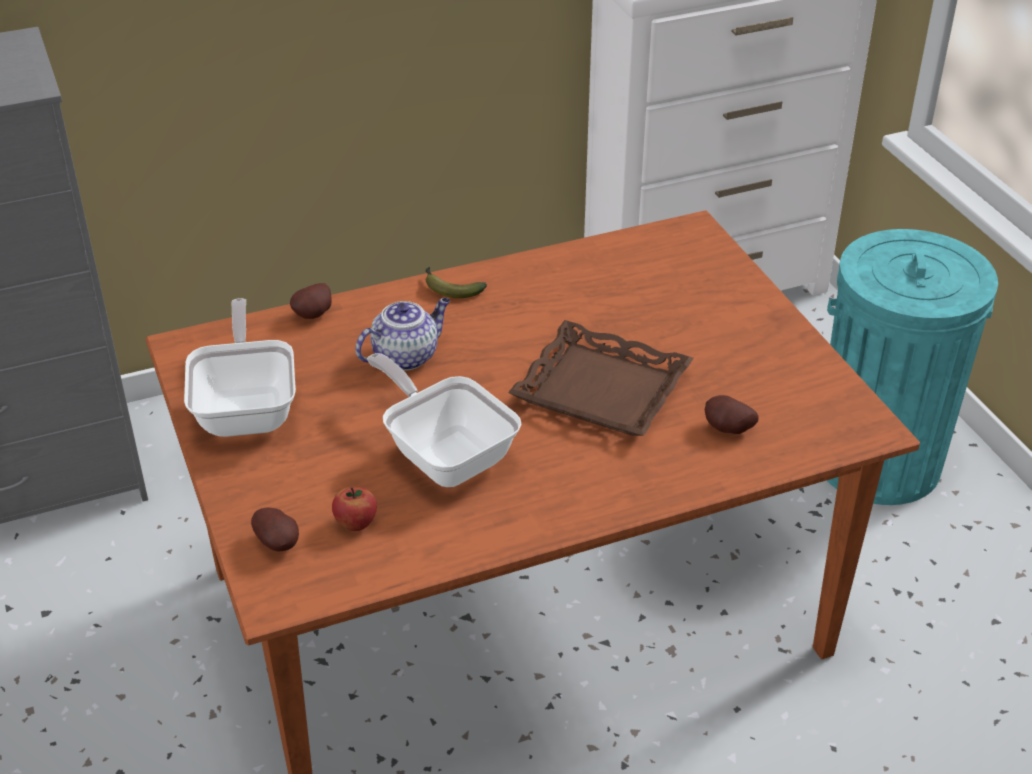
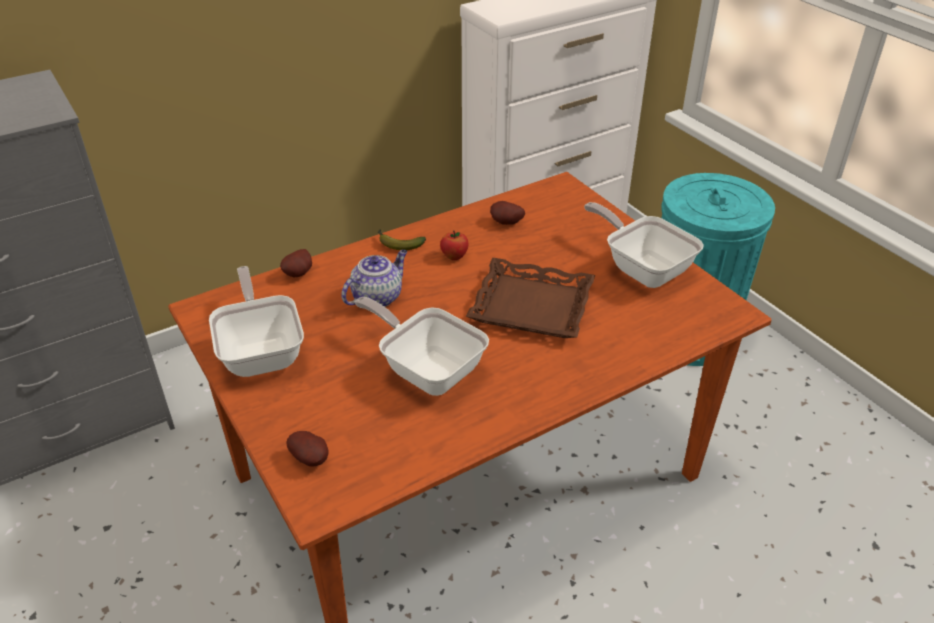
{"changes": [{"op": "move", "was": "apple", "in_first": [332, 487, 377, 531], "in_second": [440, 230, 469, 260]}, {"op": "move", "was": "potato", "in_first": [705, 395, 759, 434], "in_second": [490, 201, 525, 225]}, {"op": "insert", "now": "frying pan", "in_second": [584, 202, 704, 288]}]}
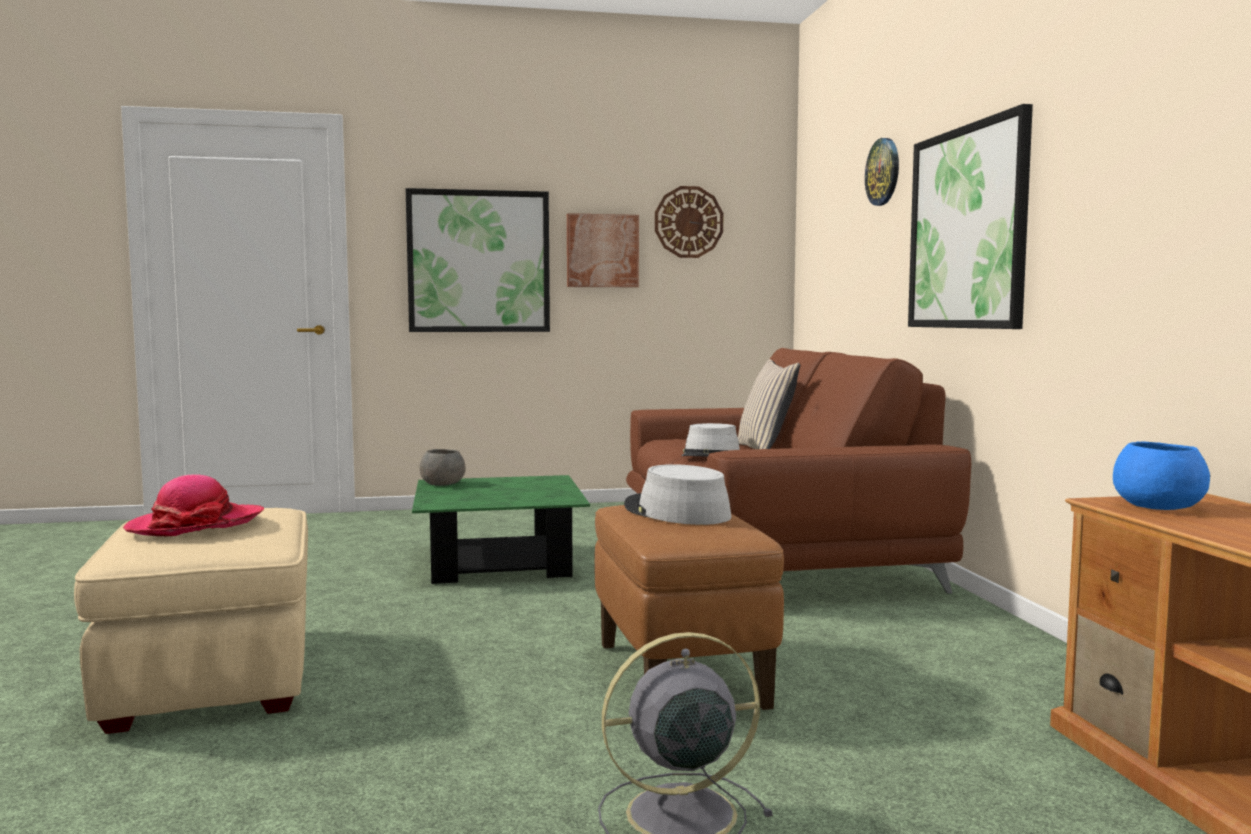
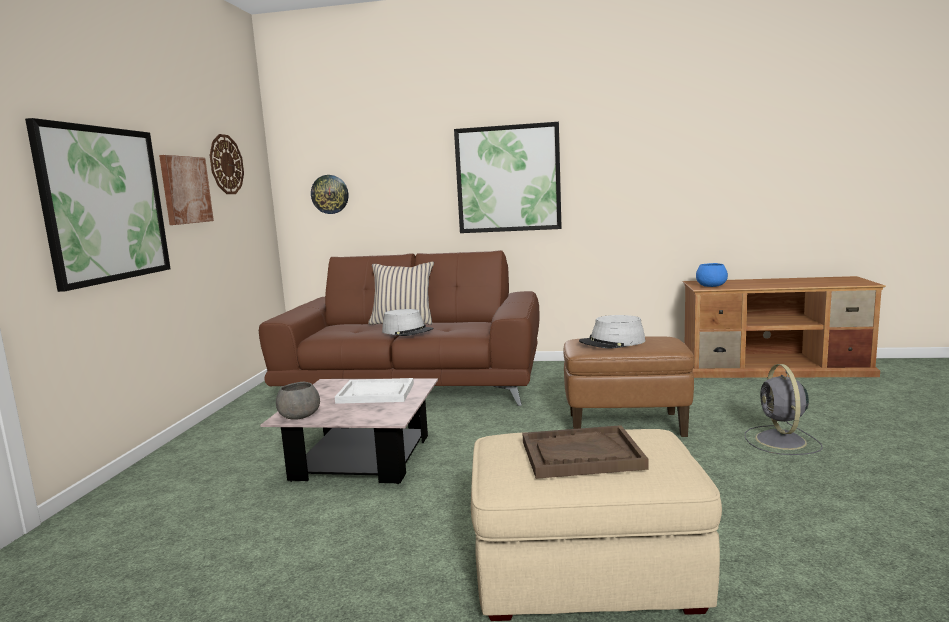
{"changes": [{"op": "replace", "was": "hat", "now": "brown tray", "in_first": [123, 474, 264, 536], "in_second": [523, 425, 648, 479]}, {"op": "recolor", "was": "green coffee table", "now": "pink coffee table", "in_first": [412, 475, 590, 584], "in_second": [260, 379, 438, 484]}, {"op": "move", "was": "wall clock", "in_first": [865, 138, 899, 206], "in_second": [311, 175, 348, 214]}, {"op": "insert", "now": "white tray", "in_second": [335, 378, 414, 404]}]}
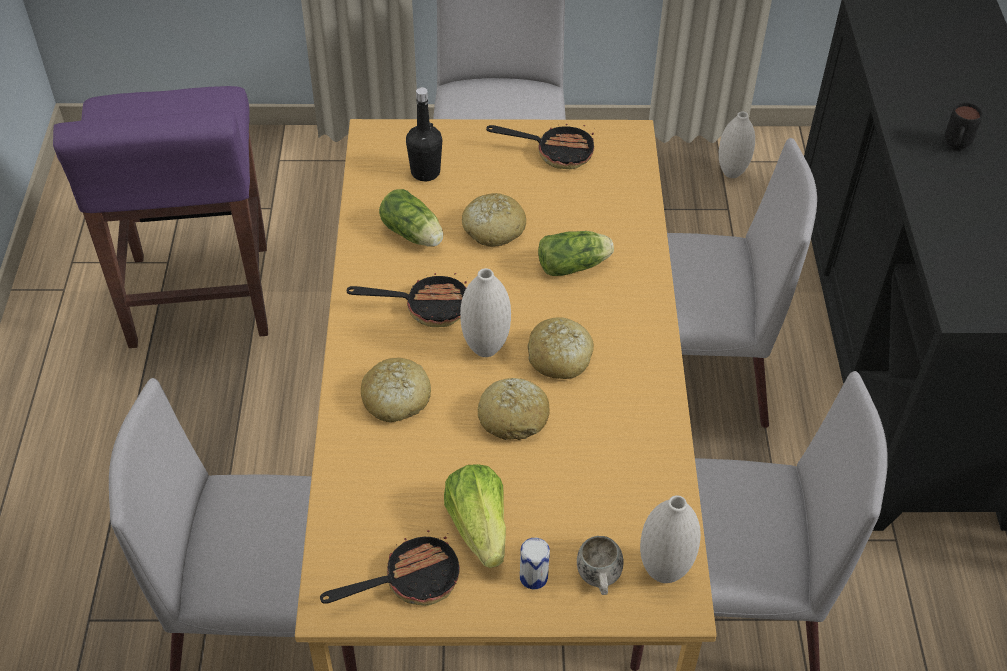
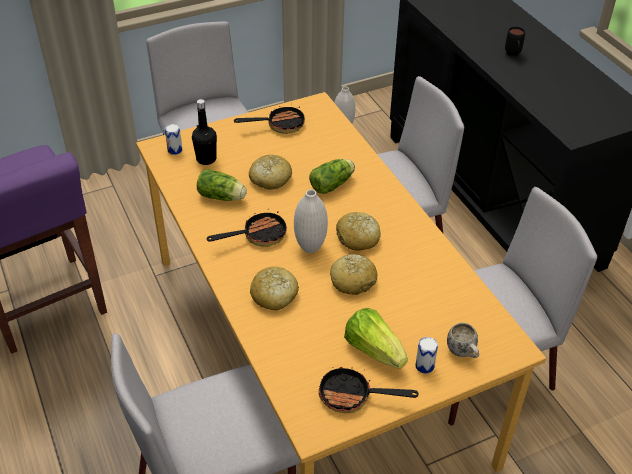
{"changes": [{"op": "rotate", "was": "frying pan", "in_first": [320, 530, 460, 606], "in_second": [319, 367, 419, 413], "clockwise": -120}, {"op": "delete", "was": "white vase", "in_first": [640, 495, 701, 583]}, {"op": "insert", "now": "can", "in_second": [165, 124, 182, 155]}]}
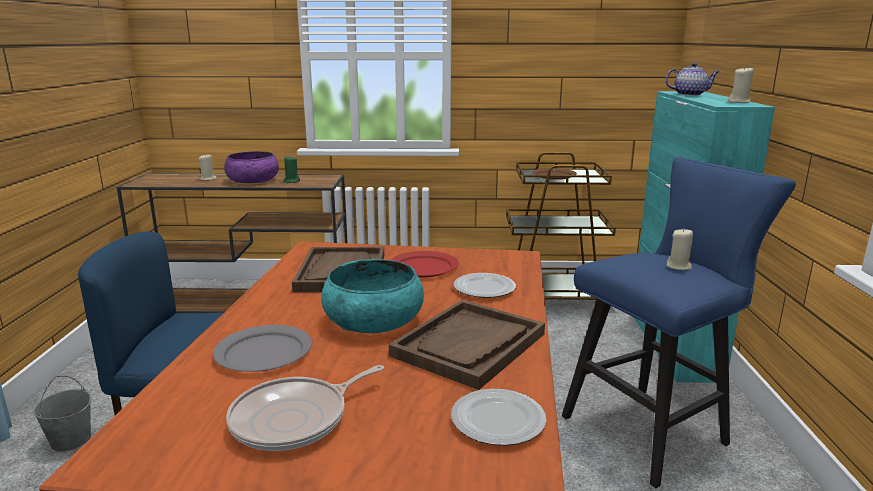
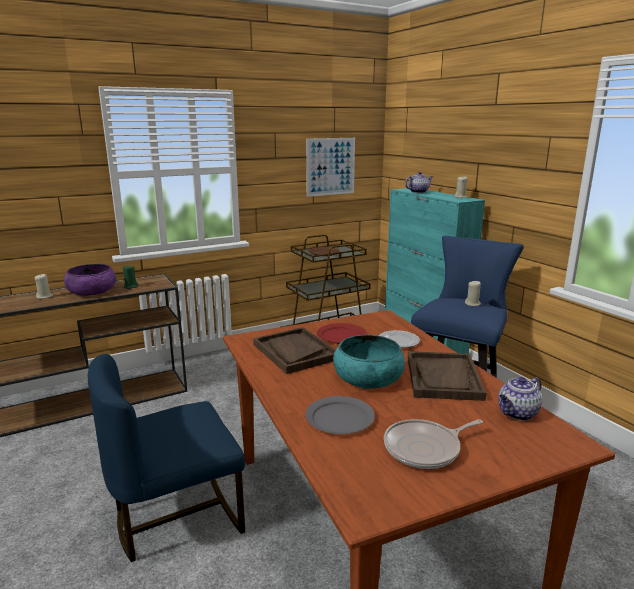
{"changes": [{"op": "delete", "was": "grey bucket", "in_first": [33, 376, 91, 452]}, {"op": "rotate", "was": "frying pan", "in_first": [226, 365, 384, 451], "in_second": [384, 419, 483, 469], "clockwise": 45}, {"op": "replace", "was": "plate", "now": "teapot", "in_first": [451, 389, 547, 446], "in_second": [498, 377, 542, 421]}, {"op": "insert", "now": "picture", "in_second": [306, 138, 355, 197]}]}
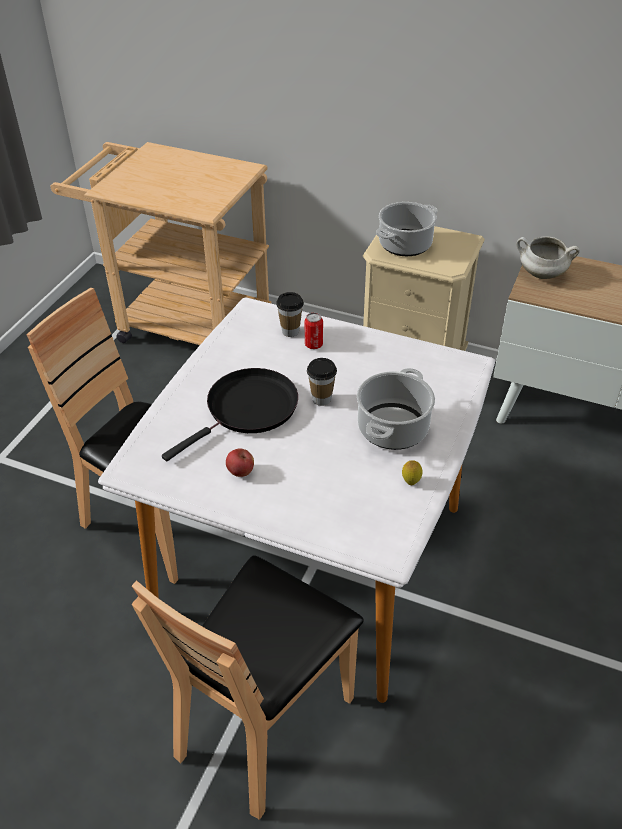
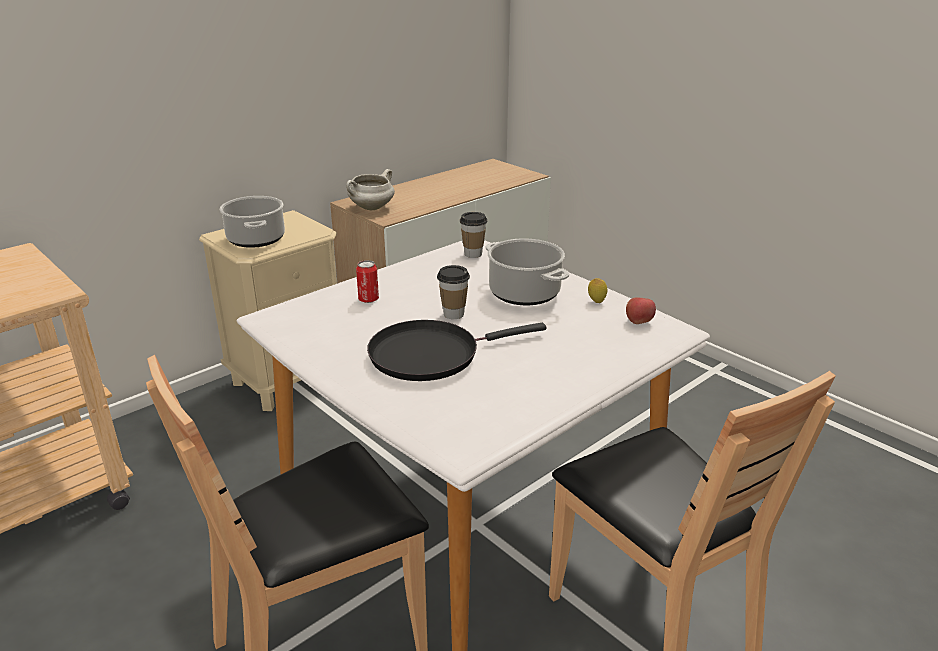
{"changes": [{"op": "rotate", "was": "black frying pan", "in_first": [162, 368, 298, 461], "in_second": [367, 320, 546, 381], "clockwise": -90}, {"op": "move", "was": "apple", "in_first": [226, 449, 254, 477], "in_second": [626, 297, 656, 324]}, {"op": "move", "was": "cup", "in_first": [276, 292, 304, 337], "in_second": [460, 212, 487, 258]}]}
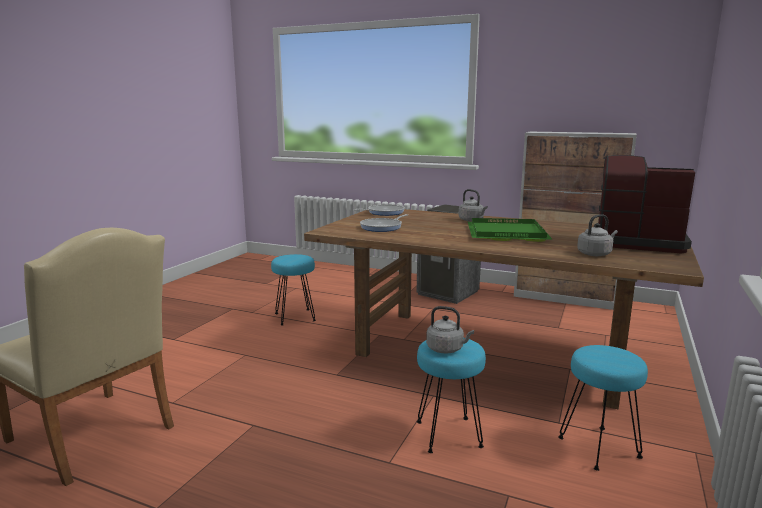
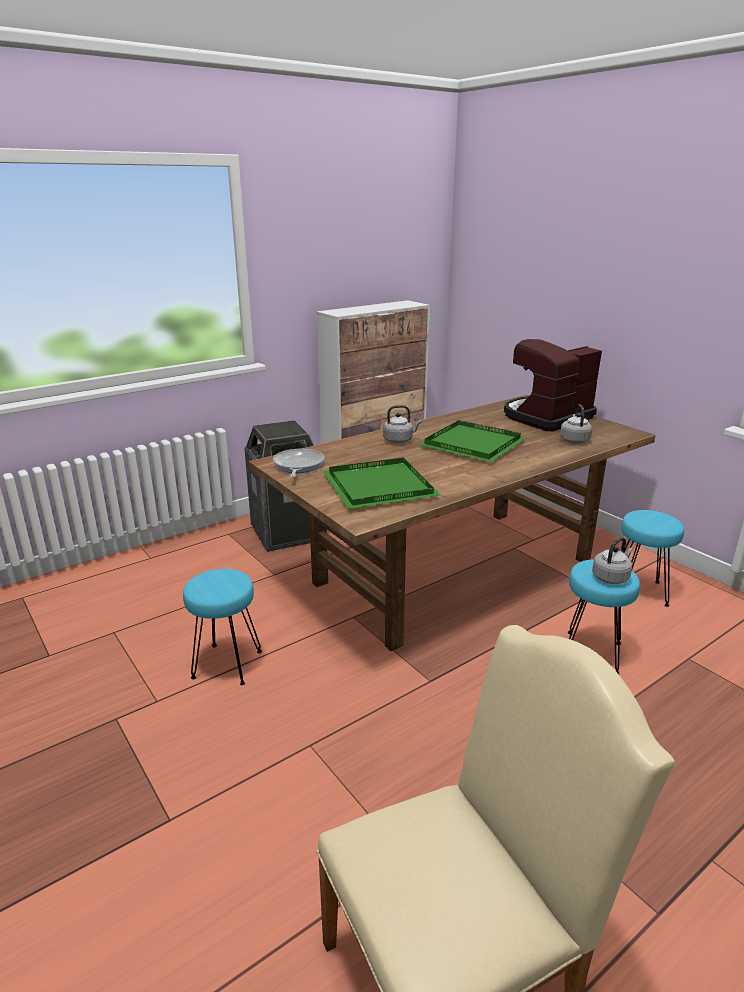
{"changes": [{"op": "replace", "was": "frying pan", "now": "green tray", "in_first": [360, 214, 408, 232], "in_second": [323, 458, 441, 509]}]}
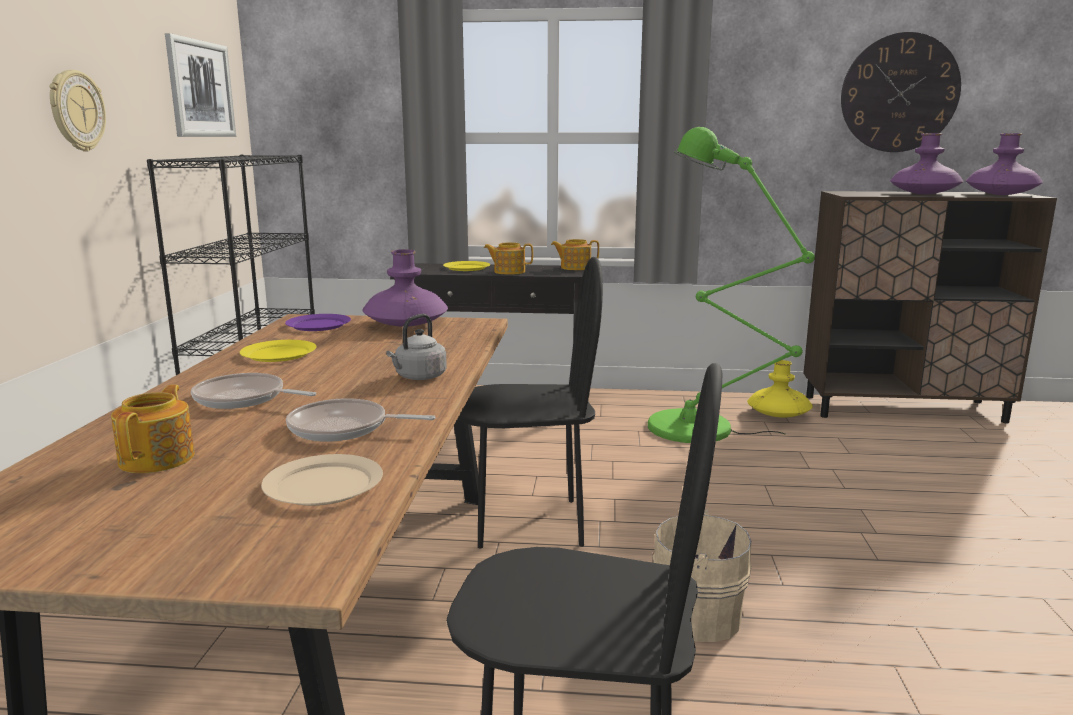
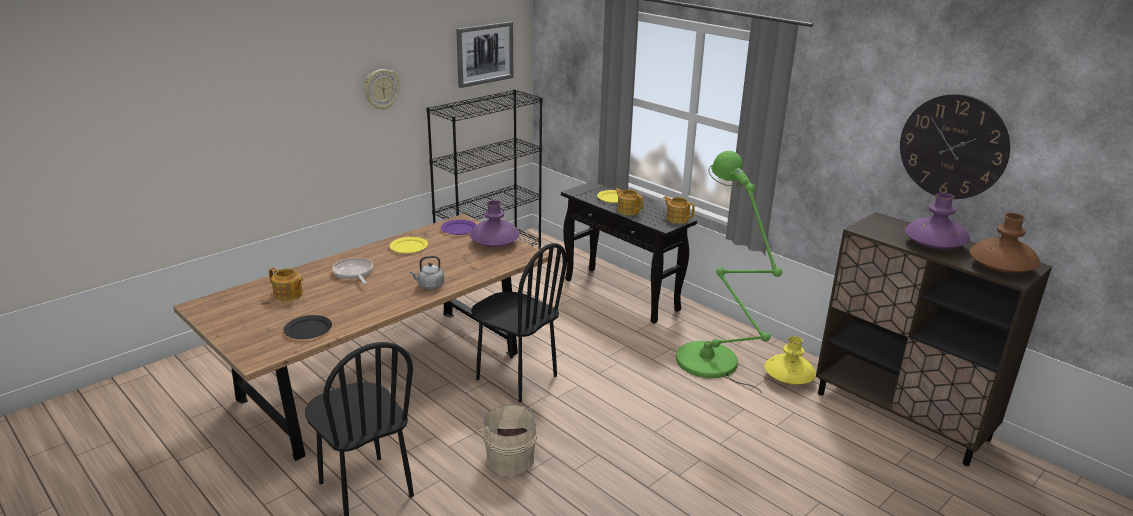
{"changes": [{"op": "rotate", "was": "teapot", "in_first": [111, 385, 195, 473], "in_second": [269, 268, 304, 301], "clockwise": 75}, {"op": "recolor", "was": "beige plate", "now": "black plate", "in_first": [261, 454, 383, 506], "in_second": [284, 315, 332, 339]}, {"op": "delete", "was": "frying pan", "in_first": [286, 398, 436, 442]}, {"op": "recolor", "was": "purple vase", "now": "brown vase", "in_first": [966, 133, 1043, 195], "in_second": [970, 213, 1041, 273]}]}
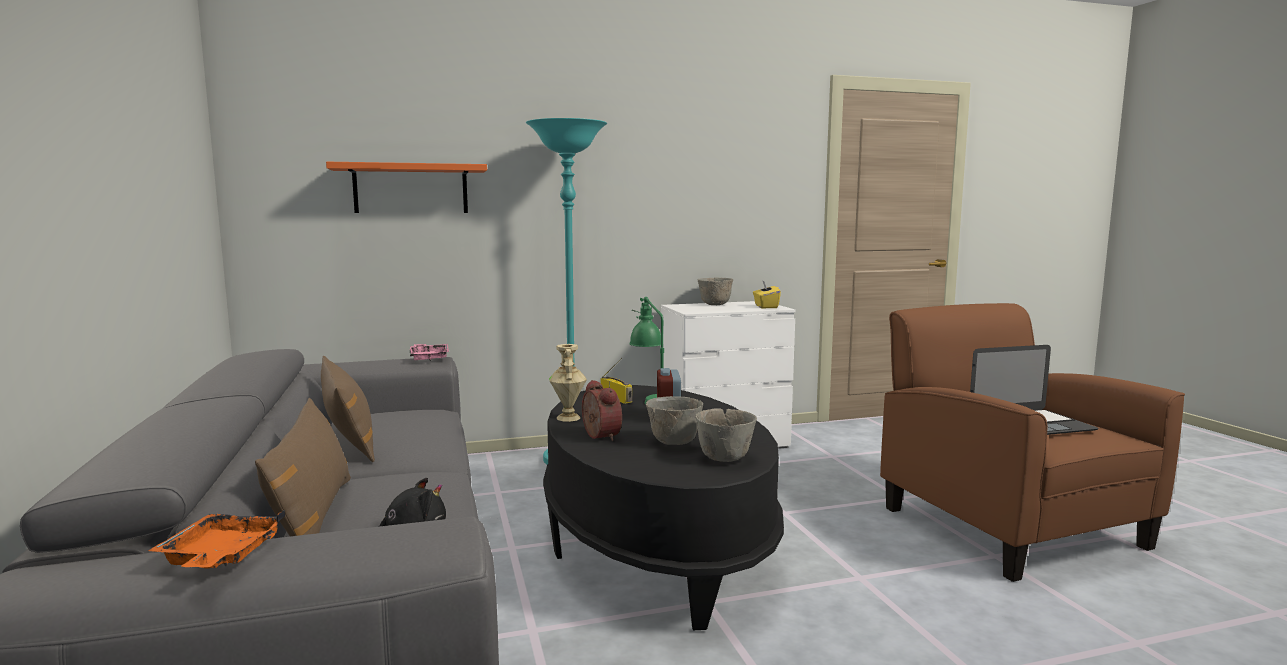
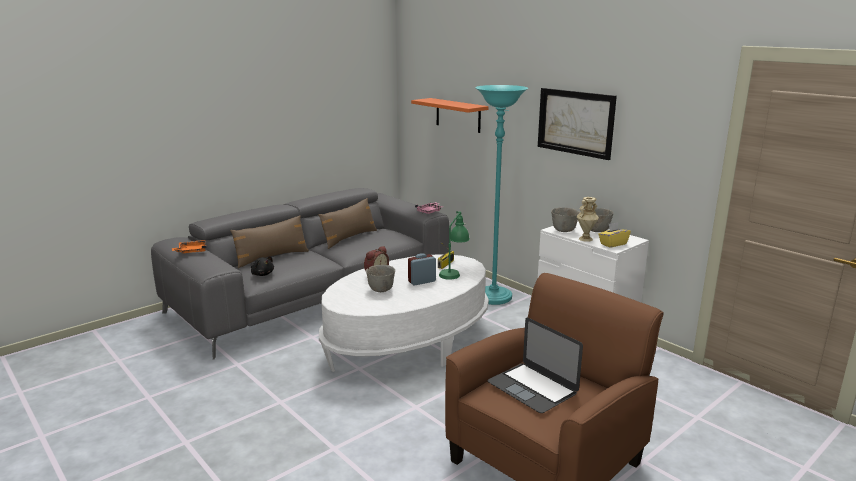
{"changes": [{"op": "recolor", "was": "black coffee table", "now": "white coffee table", "in_first": [543, 385, 784, 630], "in_second": [319, 254, 489, 372]}, {"op": "move", "was": "beige vase", "in_first": [549, 344, 587, 422], "in_second": [577, 197, 599, 242]}, {"op": "move", "was": "grey bowl", "in_first": [695, 408, 757, 462], "in_second": [551, 207, 580, 232]}, {"op": "insert", "now": "picture", "in_second": [538, 88, 617, 160]}]}
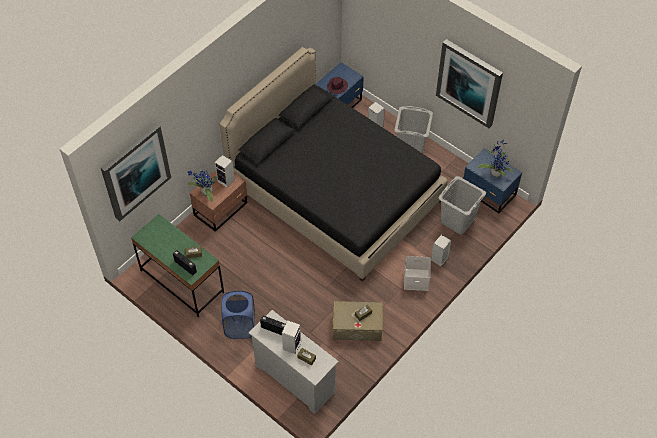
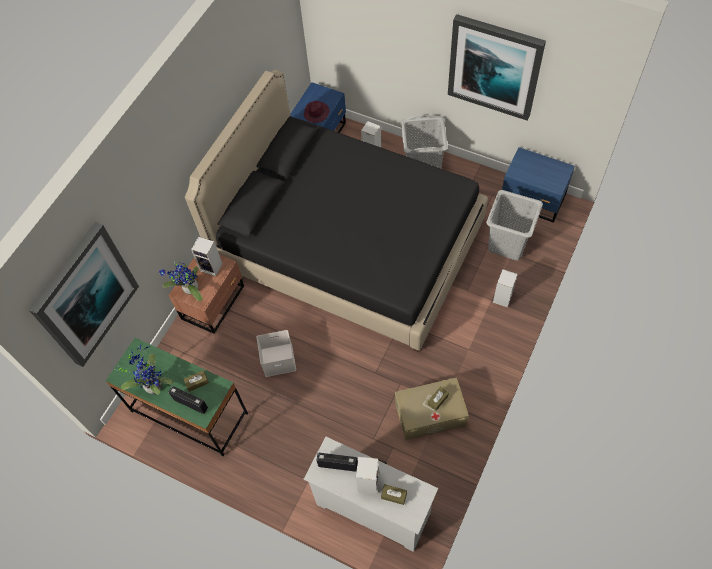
{"changes": [{"op": "delete", "was": "blue laundry basket", "in_first": [222, 291, 255, 339]}, {"op": "move", "was": "white storage box", "in_first": [404, 256, 431, 291], "in_second": [257, 330, 296, 377]}, {"op": "move", "was": "potted plant", "in_first": [478, 139, 514, 177], "in_second": [115, 345, 173, 395]}]}
